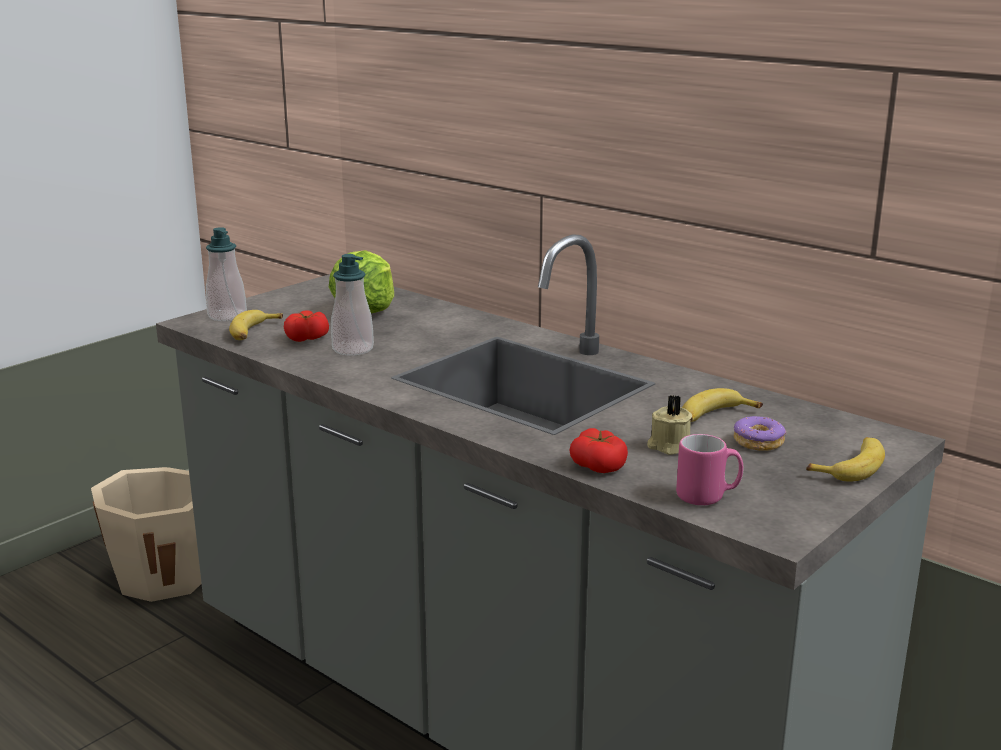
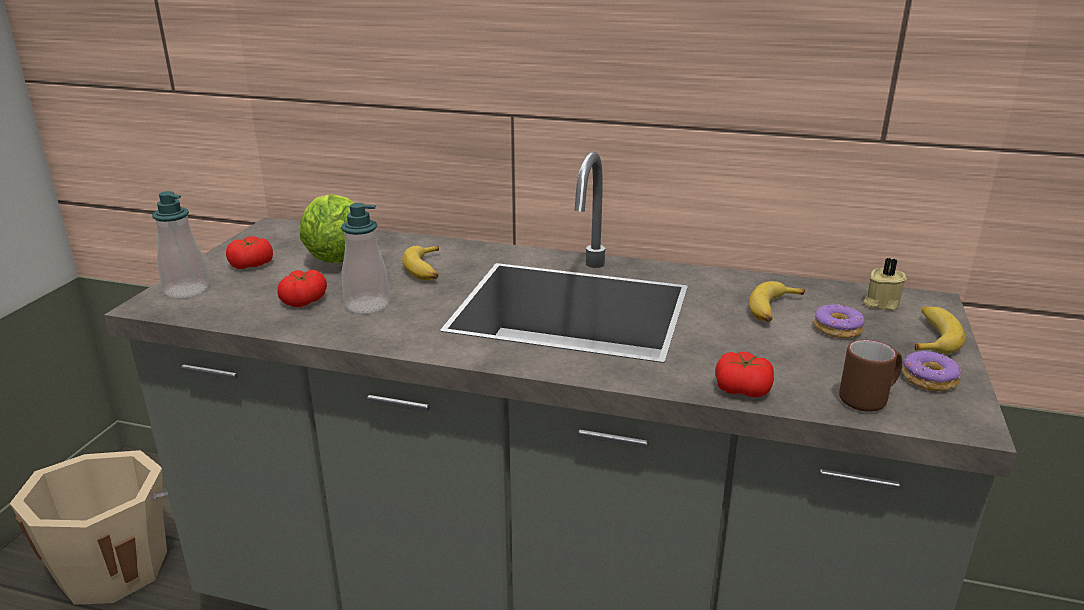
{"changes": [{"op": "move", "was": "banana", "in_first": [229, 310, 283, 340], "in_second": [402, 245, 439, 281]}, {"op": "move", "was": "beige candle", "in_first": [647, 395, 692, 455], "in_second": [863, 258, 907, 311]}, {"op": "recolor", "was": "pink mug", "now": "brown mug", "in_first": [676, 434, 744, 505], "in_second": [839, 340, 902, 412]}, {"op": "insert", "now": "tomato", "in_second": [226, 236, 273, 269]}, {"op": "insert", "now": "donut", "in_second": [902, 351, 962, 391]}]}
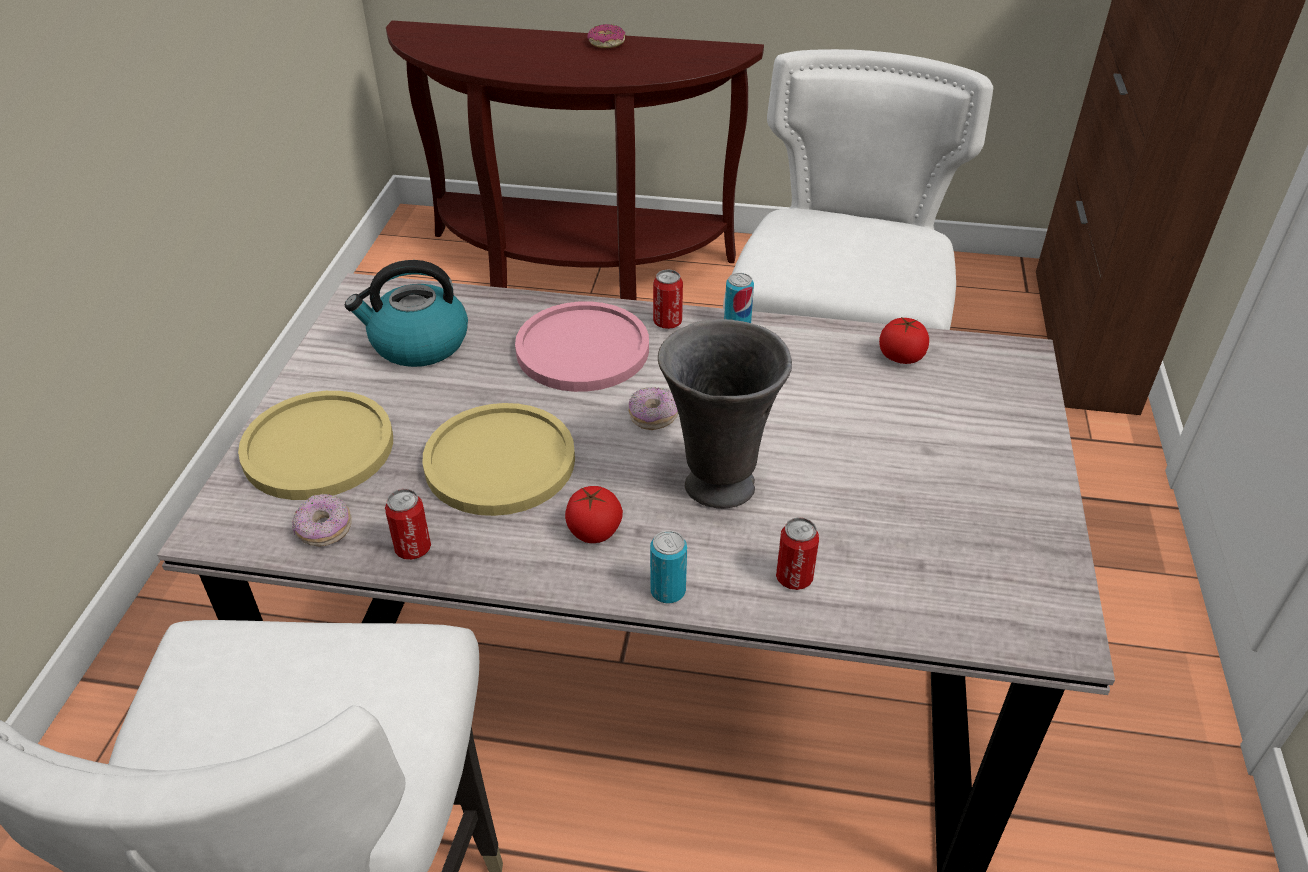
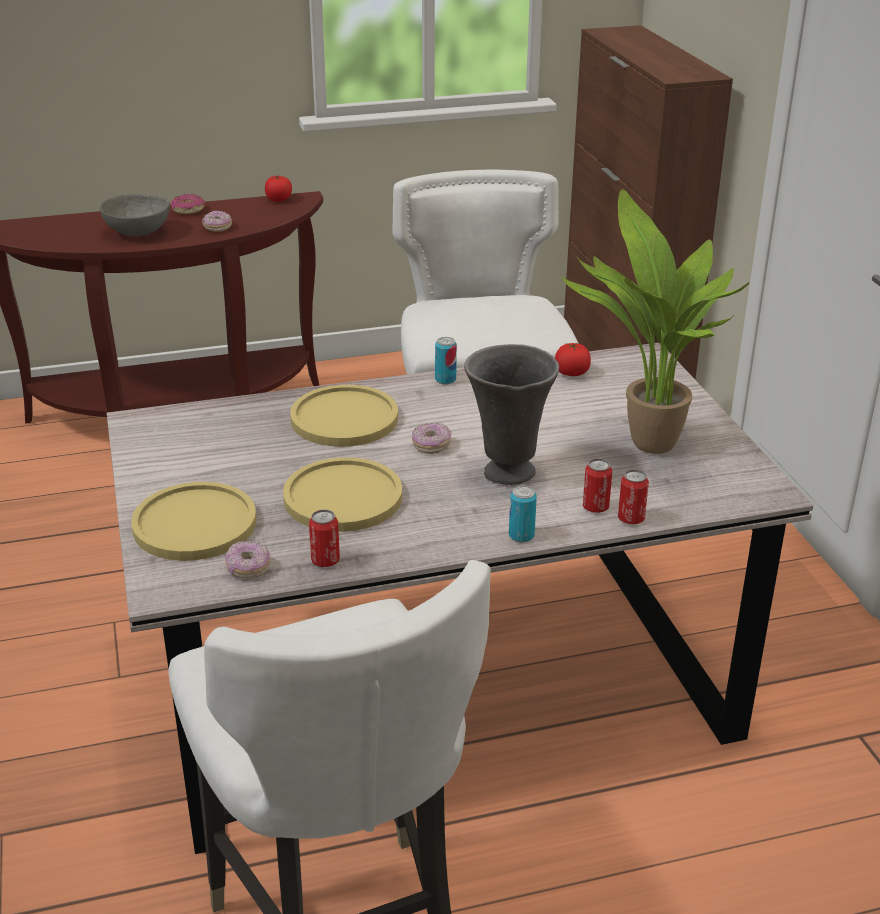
{"changes": [{"op": "delete", "was": "kettle", "in_first": [345, 260, 468, 367]}, {"op": "recolor", "was": "pink plate", "now": "yellow plate", "in_first": [515, 301, 649, 392], "in_second": [290, 385, 398, 447]}, {"op": "move", "was": "tomato", "in_first": [565, 486, 623, 543], "in_second": [265, 175, 292, 202]}, {"op": "move", "was": "can", "in_first": [653, 270, 683, 329], "in_second": [618, 469, 649, 524]}, {"op": "insert", "now": "grey bowl", "in_second": [99, 194, 170, 236]}, {"op": "insert", "now": "donut", "in_second": [202, 211, 232, 232]}, {"op": "insert", "now": "potted plant", "in_second": [561, 189, 749, 454]}]}
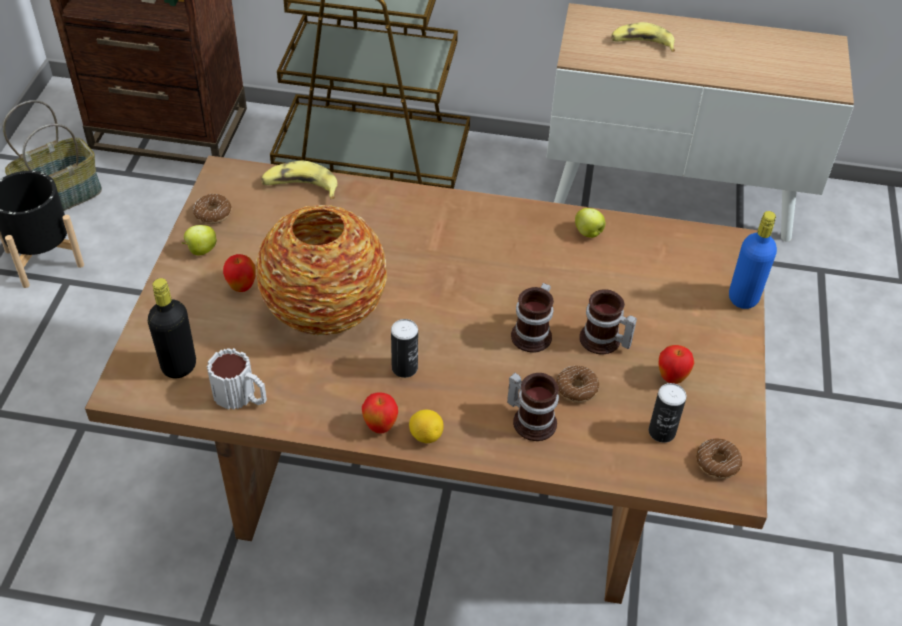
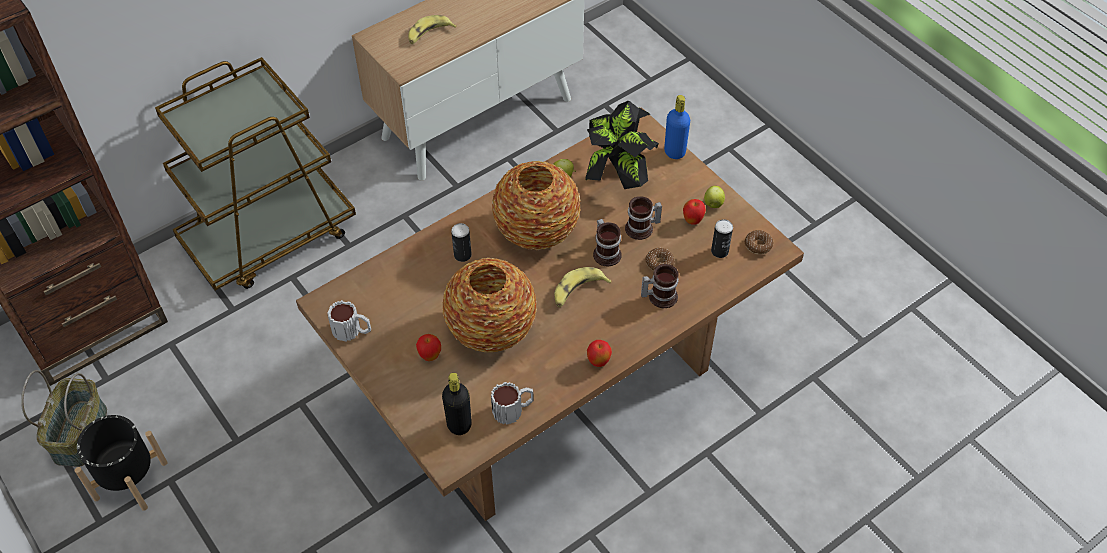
{"changes": [{"op": "move", "was": "apple", "in_first": [182, 225, 217, 256], "in_second": [704, 186, 725, 208]}, {"op": "replace", "was": "donut", "now": "mug", "in_first": [193, 194, 232, 224], "in_second": [327, 300, 371, 342]}, {"op": "move", "was": "banana", "in_first": [261, 161, 338, 199], "in_second": [554, 267, 612, 307]}, {"op": "move", "was": "can", "in_first": [391, 319, 418, 378], "in_second": [451, 223, 472, 262]}, {"op": "delete", "was": "lemon", "in_first": [409, 410, 444, 443]}, {"op": "insert", "now": "vase", "in_second": [492, 161, 581, 250]}, {"op": "insert", "now": "potted plant", "in_second": [585, 100, 659, 189]}]}
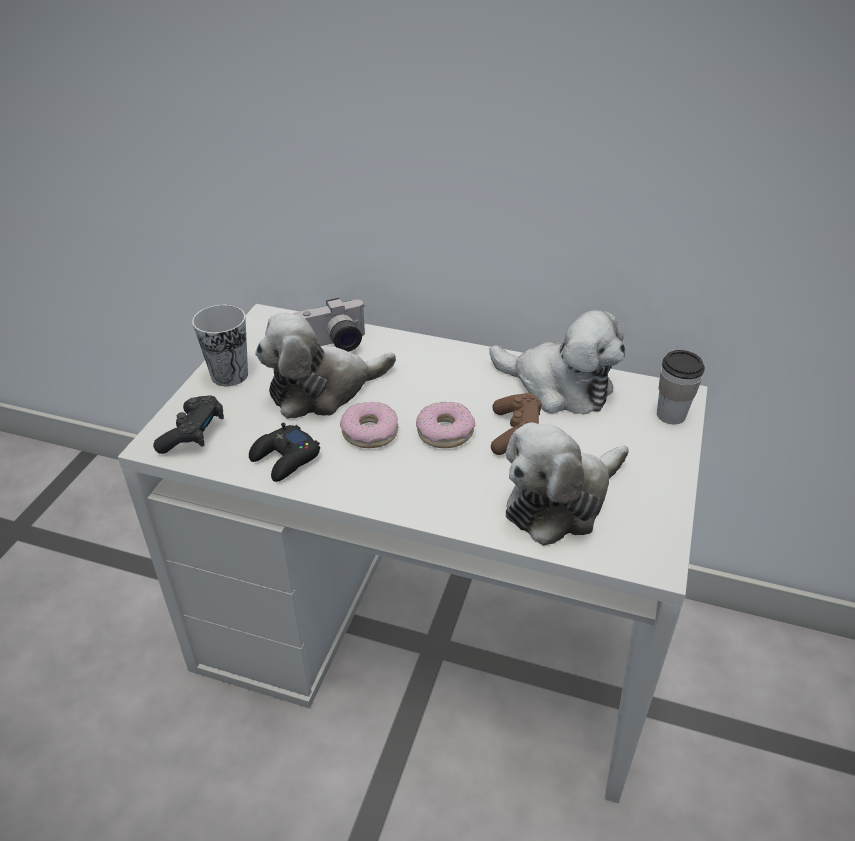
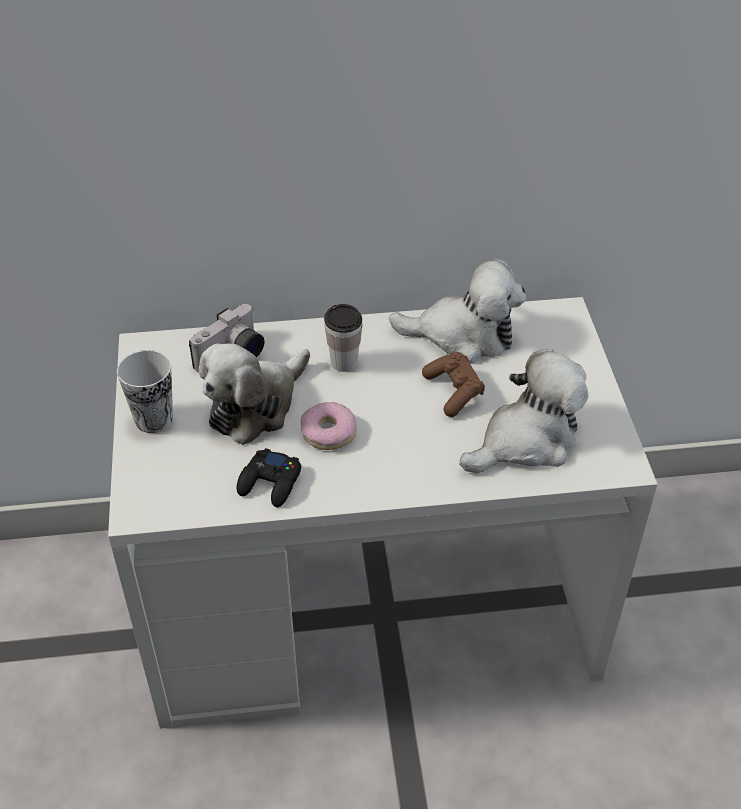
{"changes": [{"op": "delete", "was": "black game controller", "in_first": [153, 396, 224, 454]}, {"op": "delete", "was": "donut", "in_first": [416, 402, 475, 448]}, {"op": "rotate", "was": "plush toy", "in_first": [506, 422, 628, 546], "in_second": [459, 348, 589, 473], "clockwise": -150}, {"op": "move", "was": "cup", "in_first": [657, 350, 705, 425], "in_second": [324, 304, 362, 372]}]}
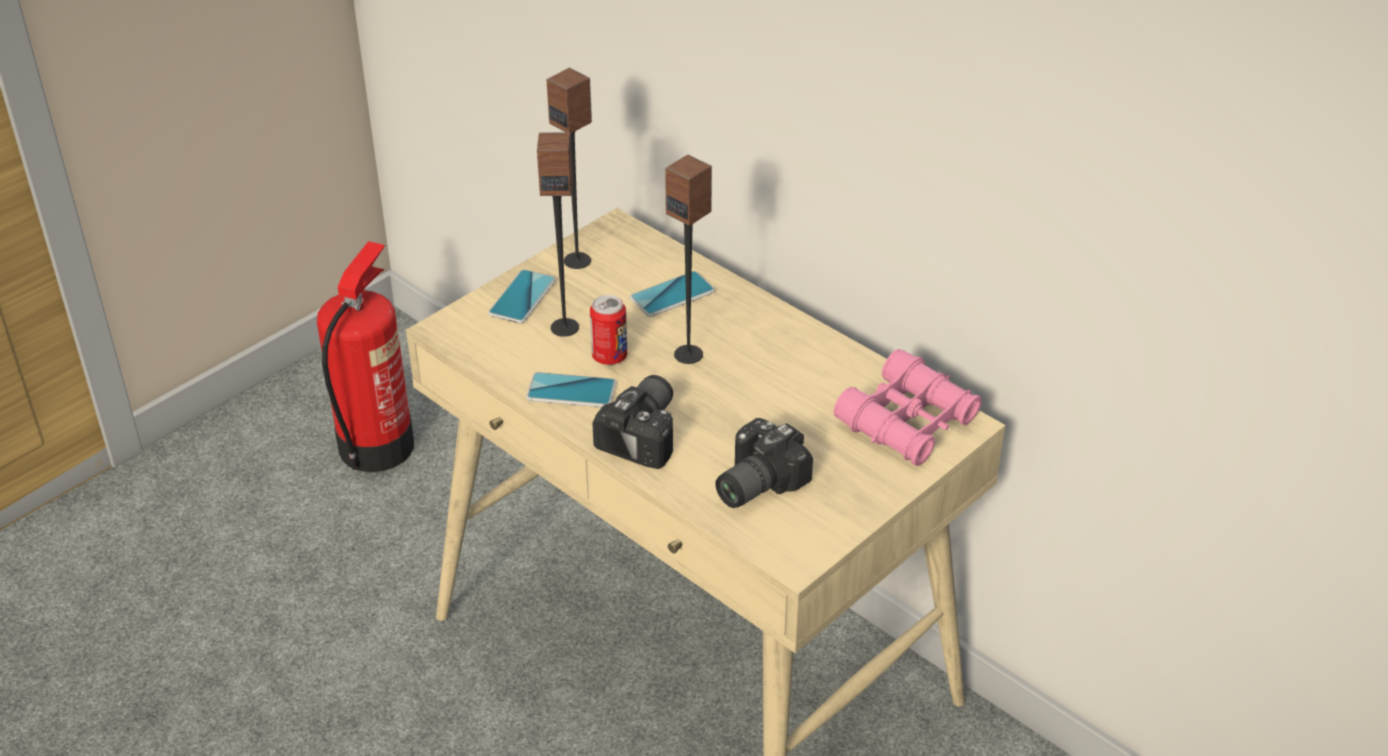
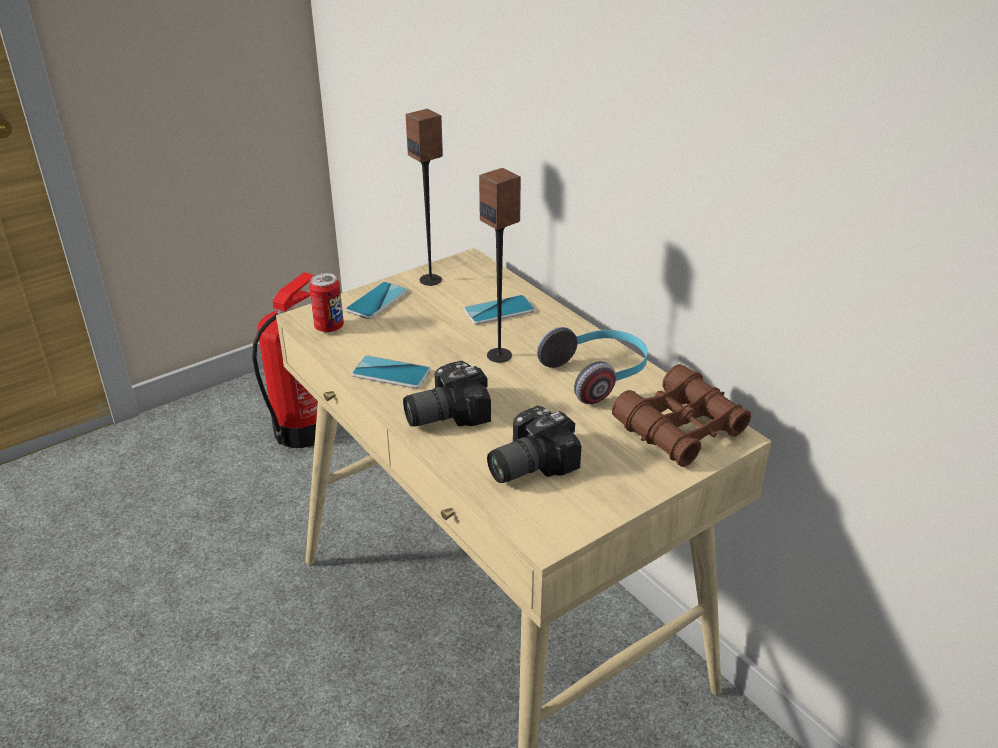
{"changes": [{"op": "delete", "was": "speaker", "in_first": [537, 132, 579, 337]}, {"op": "move", "was": "can", "in_first": [590, 295, 627, 365], "in_second": [309, 273, 344, 333]}, {"op": "rotate", "was": "photo camera", "in_first": [592, 375, 673, 469], "in_second": [403, 361, 491, 427], "clockwise": -150}, {"op": "recolor", "was": "pink binoculars", "now": "brown binoculars", "in_first": [834, 349, 982, 466], "in_second": [612, 364, 751, 467]}, {"op": "insert", "now": "headphones", "in_second": [537, 327, 648, 404]}]}
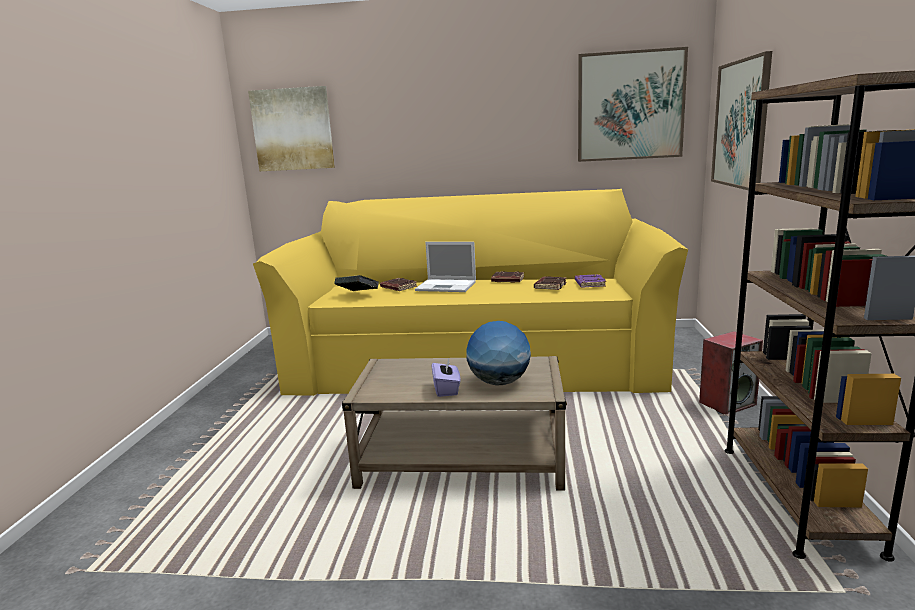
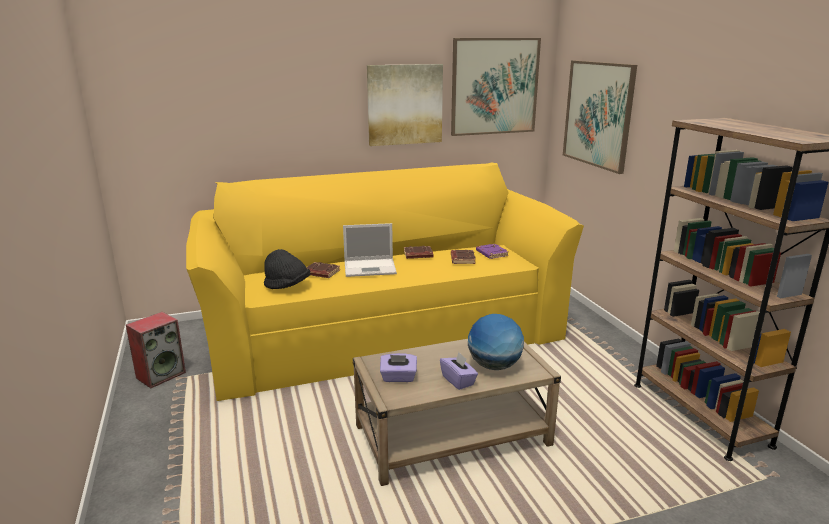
{"changes": [{"op": "move", "was": "picture", "in_first": [248, 86, 335, 171], "in_second": [367, 64, 443, 146]}, {"op": "replace", "was": "book", "now": "black hat", "in_first": [334, 275, 379, 291], "in_second": [264, 249, 310, 289]}, {"op": "move", "was": "speaker", "in_first": [699, 331, 763, 415], "in_second": [126, 312, 186, 388]}, {"op": "insert", "now": "purple tissue box", "in_second": [380, 353, 417, 382]}]}
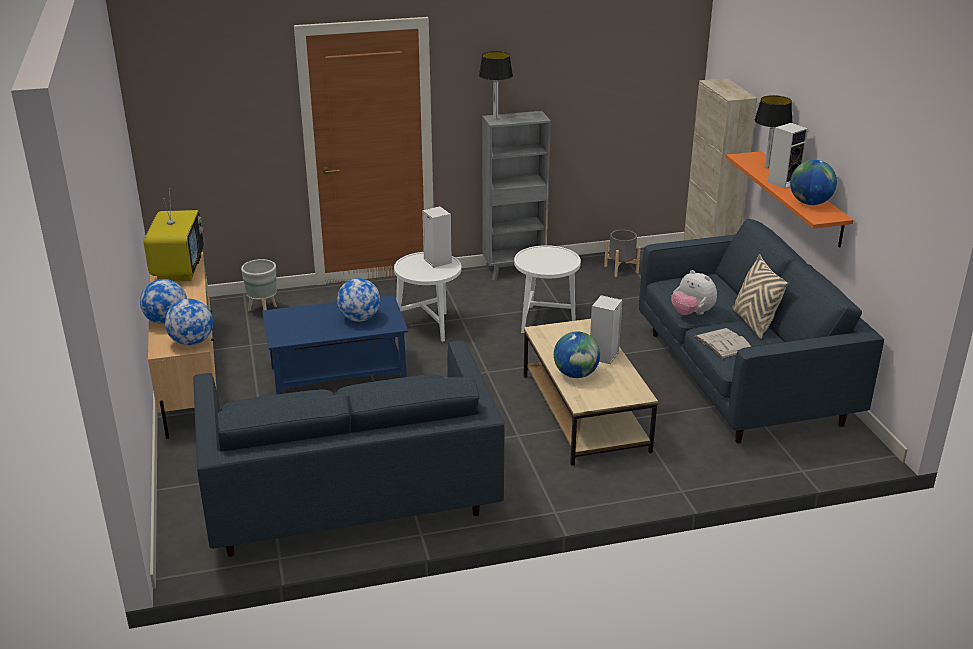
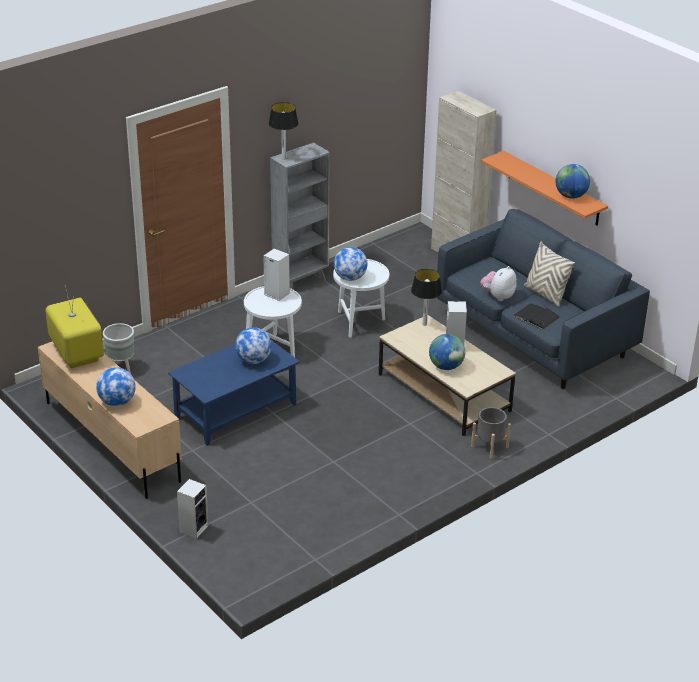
{"changes": [{"op": "move", "was": "globe", "in_first": [165, 299, 213, 346], "in_second": [334, 247, 367, 281]}, {"op": "delete", "was": "blue sofa", "in_first": [193, 340, 504, 557]}, {"op": "move", "was": "grey planter", "in_first": [604, 230, 641, 277], "in_second": [471, 407, 511, 459]}, {"op": "rotate", "was": "plush toy", "in_first": [671, 270, 717, 315], "in_second": [481, 266, 517, 301], "clockwise": 105}, {"op": "recolor", "was": "white book", "now": "black book", "in_first": [695, 328, 752, 359], "in_second": [513, 303, 560, 330]}, {"op": "move", "was": "table lamp", "in_first": [755, 95, 793, 168], "in_second": [411, 269, 442, 326]}, {"op": "move", "was": "speaker", "in_first": [768, 123, 808, 189], "in_second": [177, 479, 208, 539]}]}
